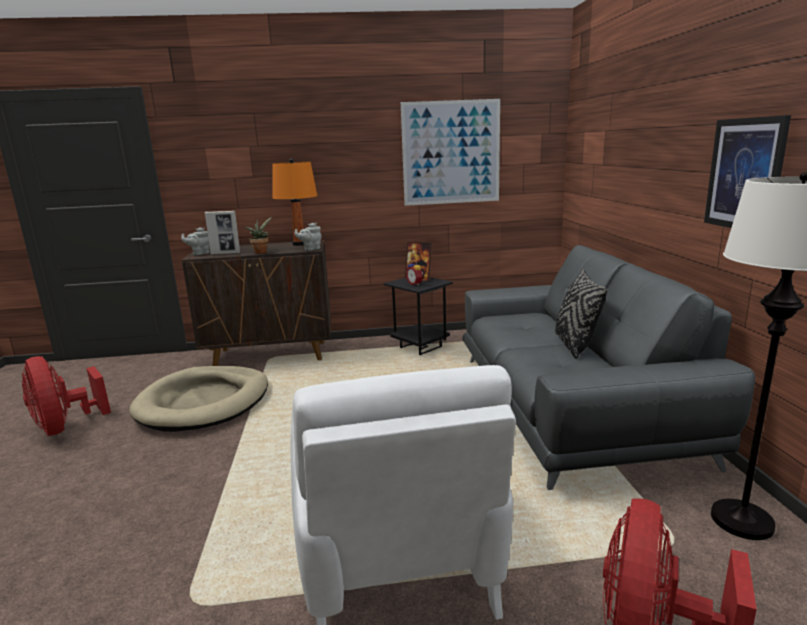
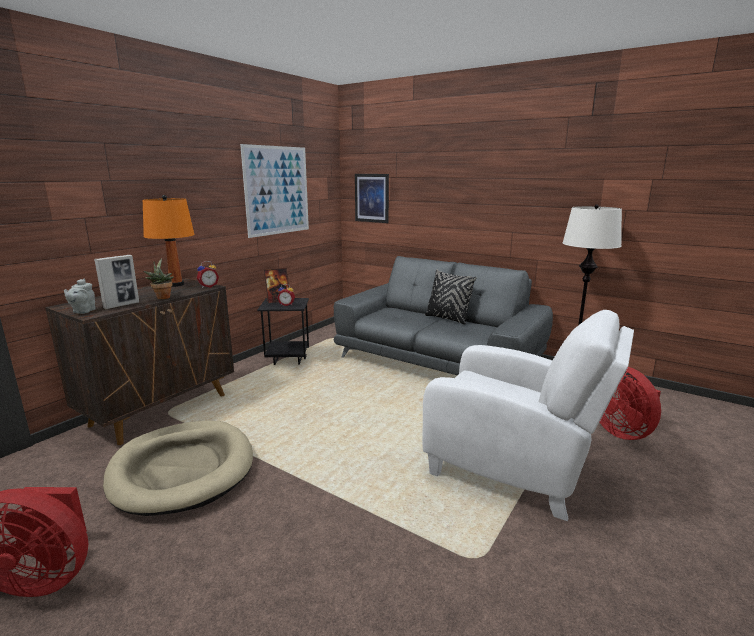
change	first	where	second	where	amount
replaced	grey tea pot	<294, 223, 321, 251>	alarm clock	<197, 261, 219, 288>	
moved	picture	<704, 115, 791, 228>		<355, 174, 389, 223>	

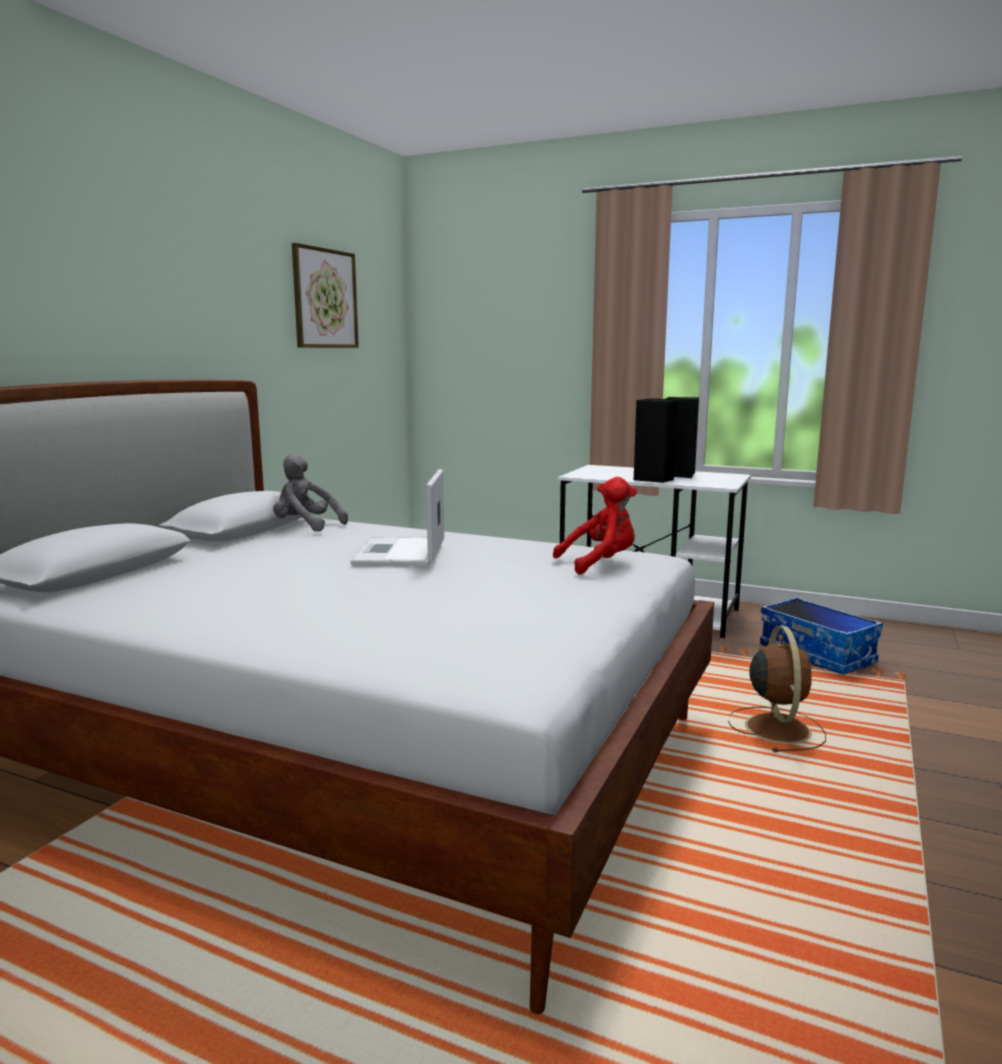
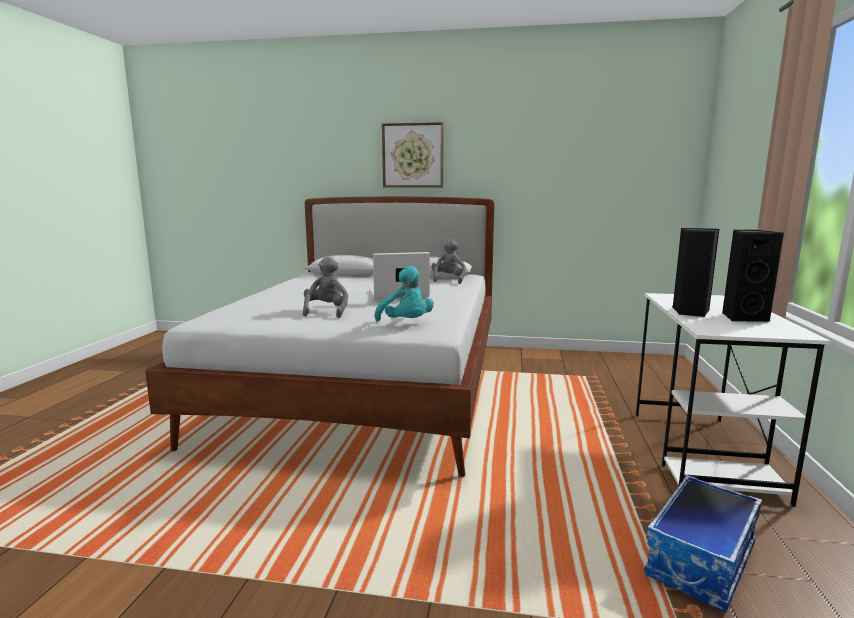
change	first	where	second	where	amount
added			grey soft toy	<303, 257, 348, 318>	
recoloured	reddish soft toy	<553, 477, 637, 575>	turquoise-coloured soft toy	<374, 266, 434, 322>	
moved	picture	<292, 243, 359, 348>		<382, 122, 444, 187>	
removed	brown fan	<728, 626, 826, 752>			

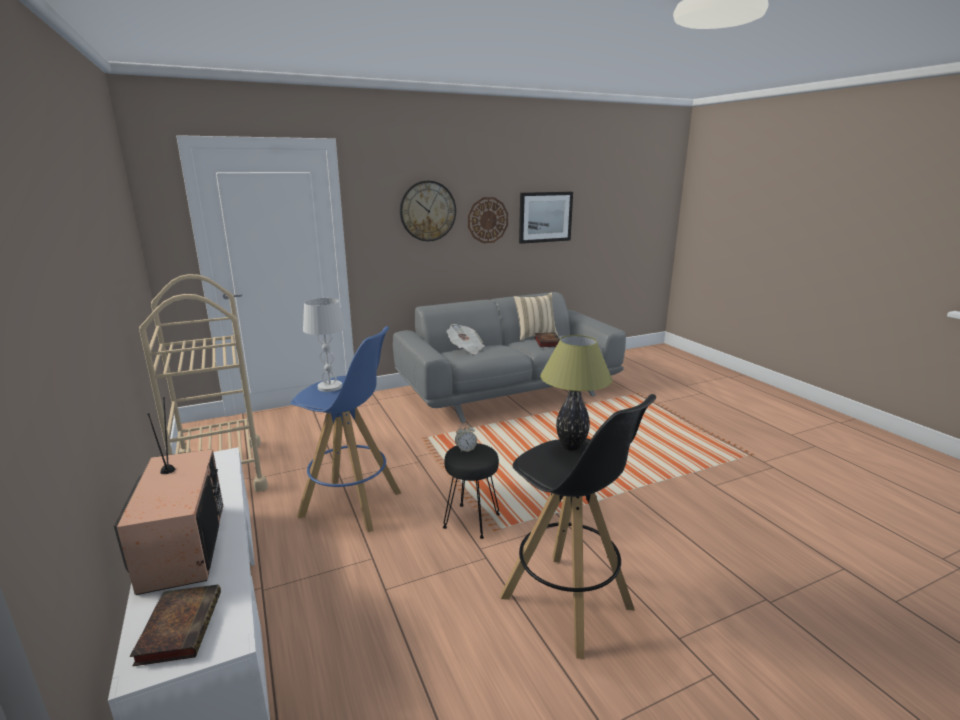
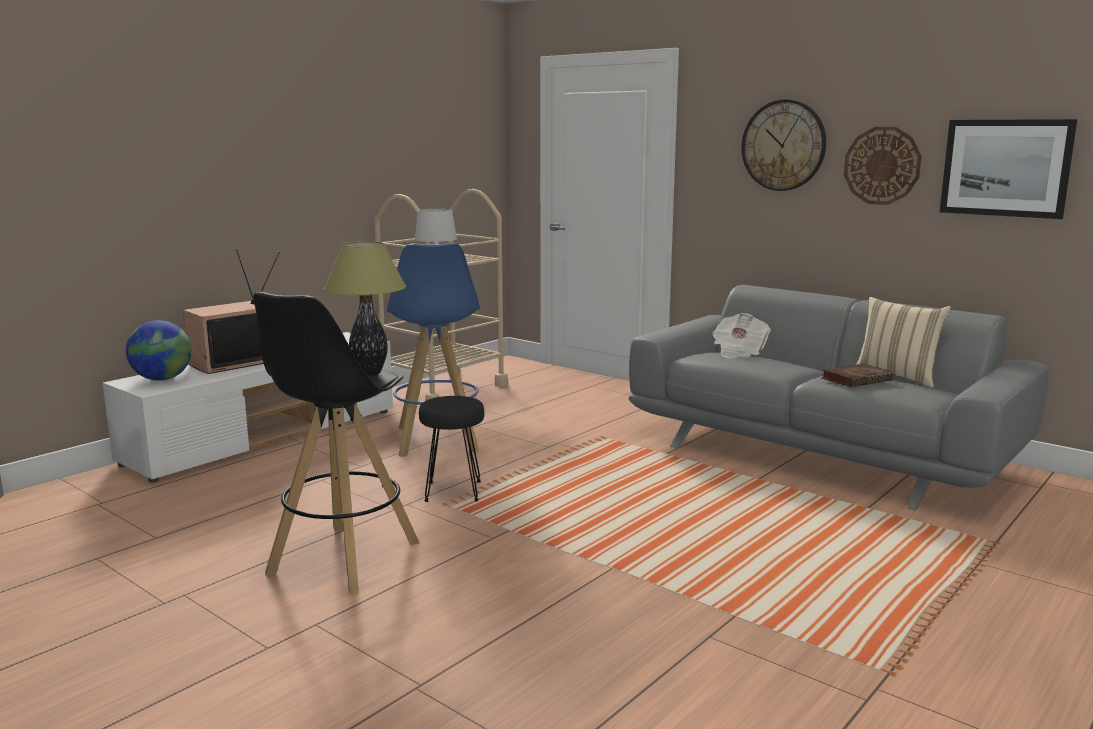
change	first	where	second	where	amount
replaced	volume	<130, 585, 221, 666>	world globe	<126, 320, 191, 381>	
removed	alarm clock	<455, 424, 477, 453>			

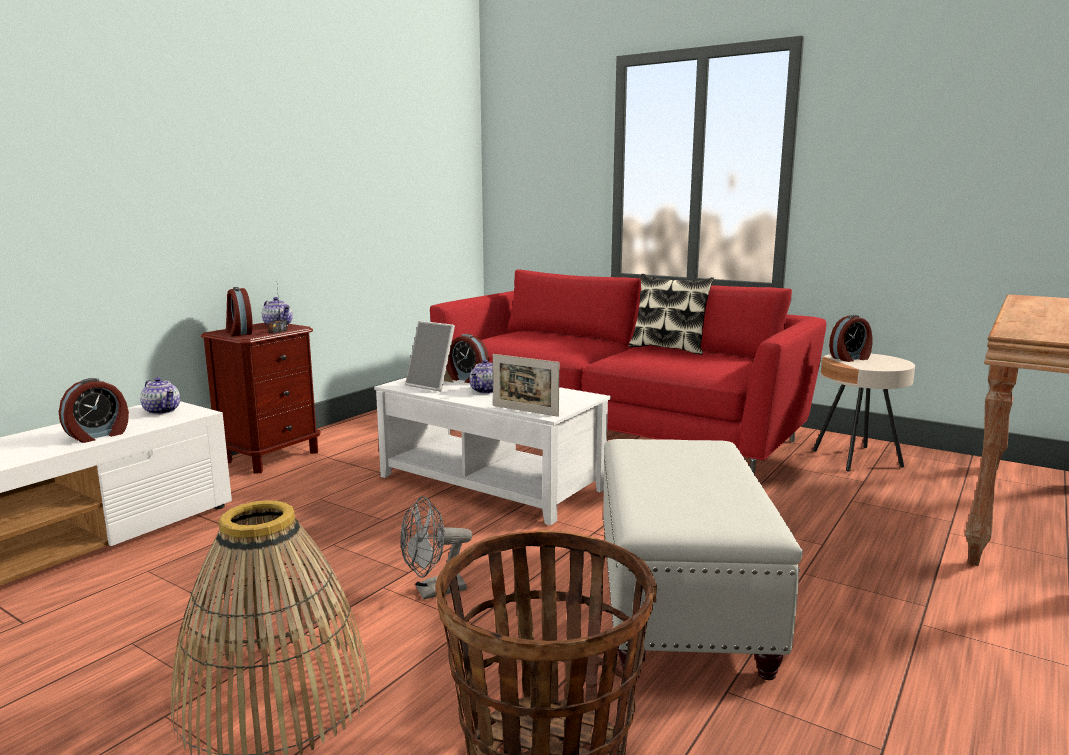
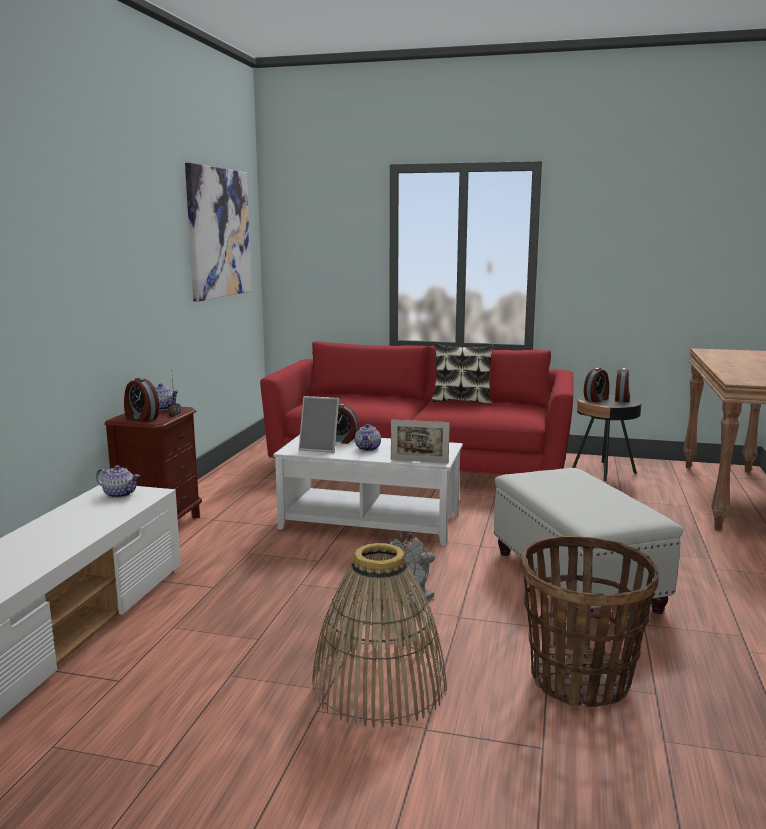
change	first	where	second	where	amount
added			picture	<185, 163, 252, 302>	
recoloured	beige end table	<813, 354, 915, 472>	black-coloured end table	<572, 394, 641, 481>	
moved	alarm clock	<59, 378, 129, 443>		<615, 368, 630, 402>	

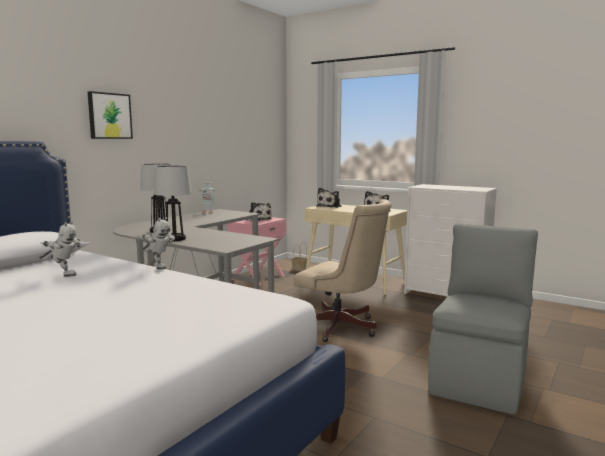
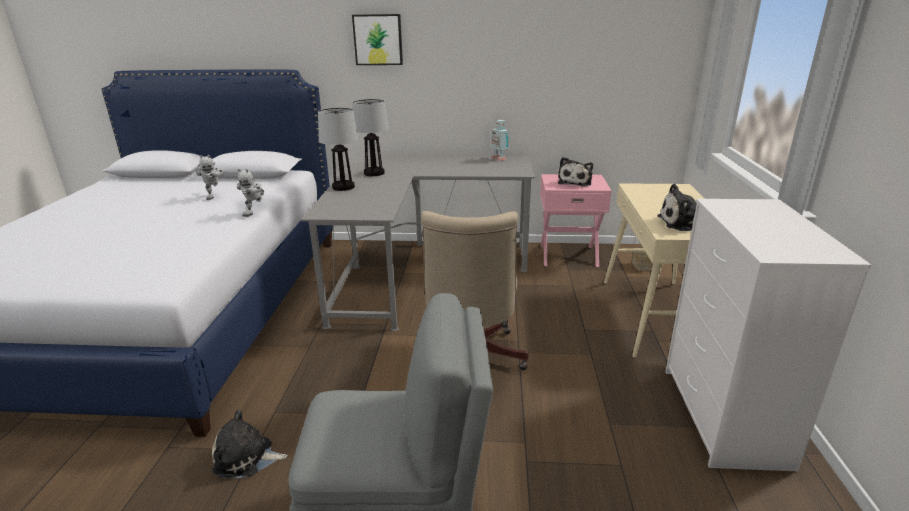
change	first	where	second	where	amount
moved	soft toy	<316, 188, 342, 208>		<212, 409, 287, 478>	

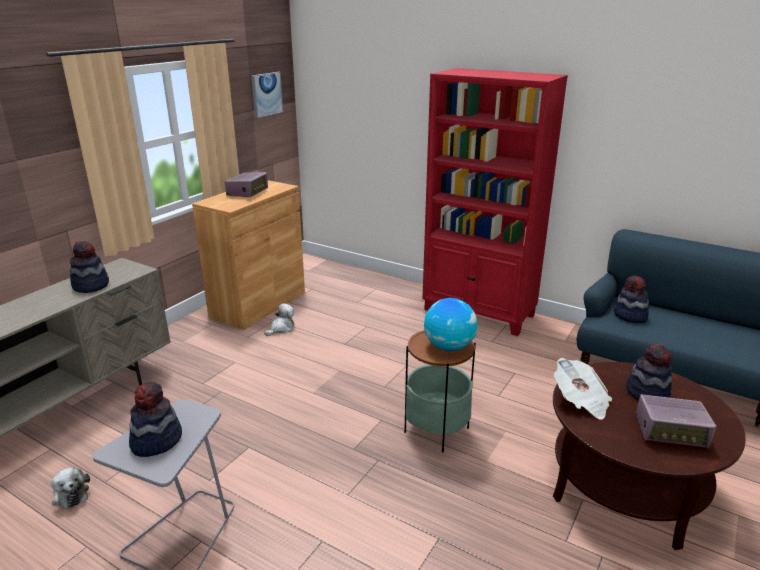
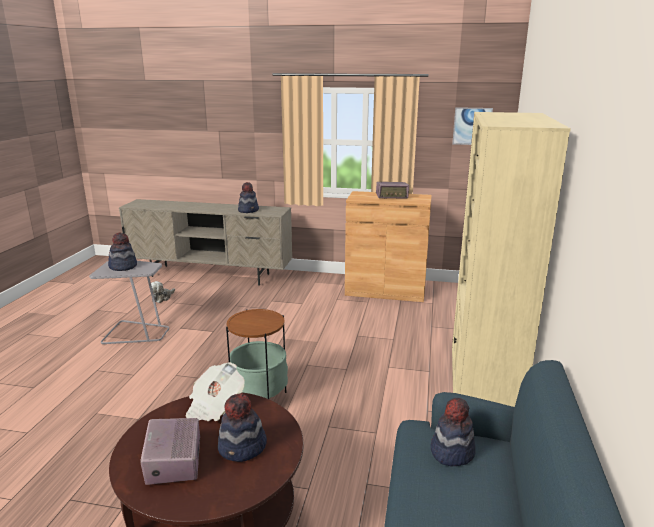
change	first	where	second	where	amount
recoloured	reddish bookshelf	<422, 68, 568, 336>	beige bookshelf	<452, 112, 571, 407>	
removed	soft toy	<264, 303, 294, 336>			
removed	world globe	<424, 298, 477, 351>			

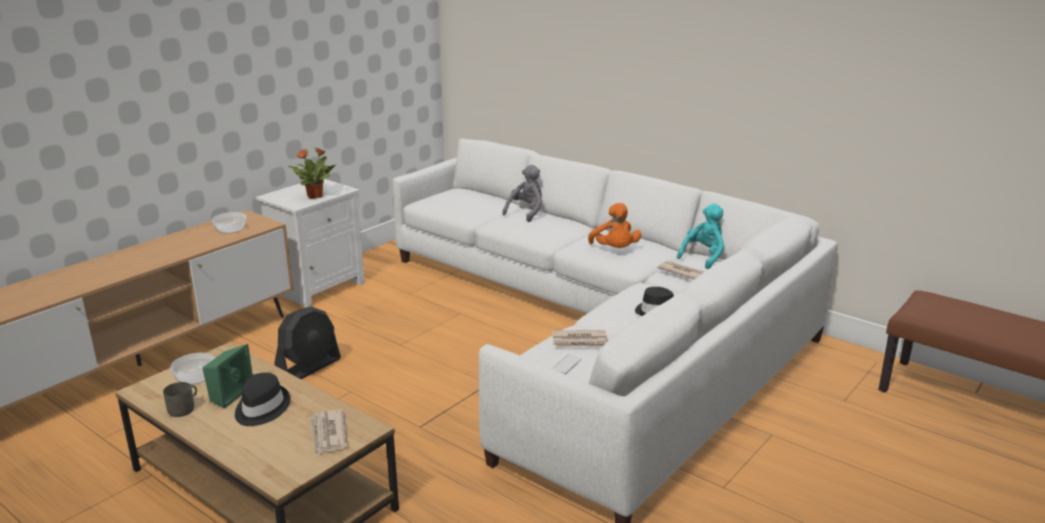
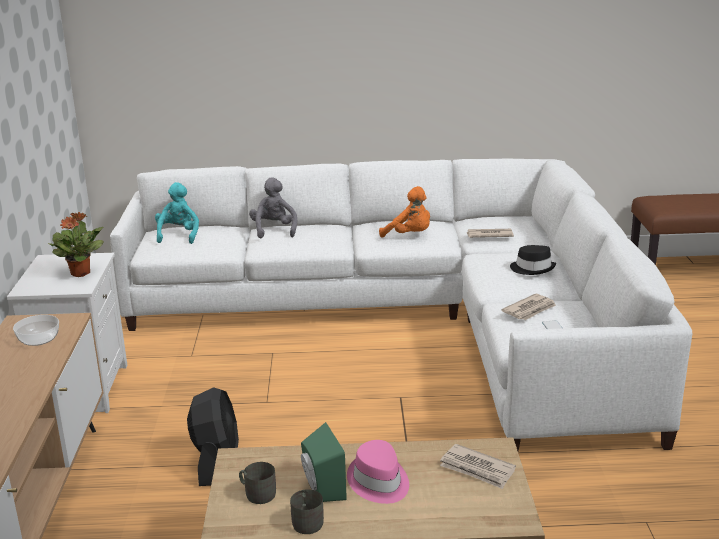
change	first	where	second	where	amount
moved	turquoise-coloured soft toy	<677, 203, 724, 269>		<155, 182, 199, 244>	
replaced	bowl	<170, 353, 215, 385>	grey mug	<239, 462, 276, 504>	
recoloured	black-coloured wearable hat	<235, 373, 290, 426>	pinkish wearable hat	<347, 440, 409, 504>	

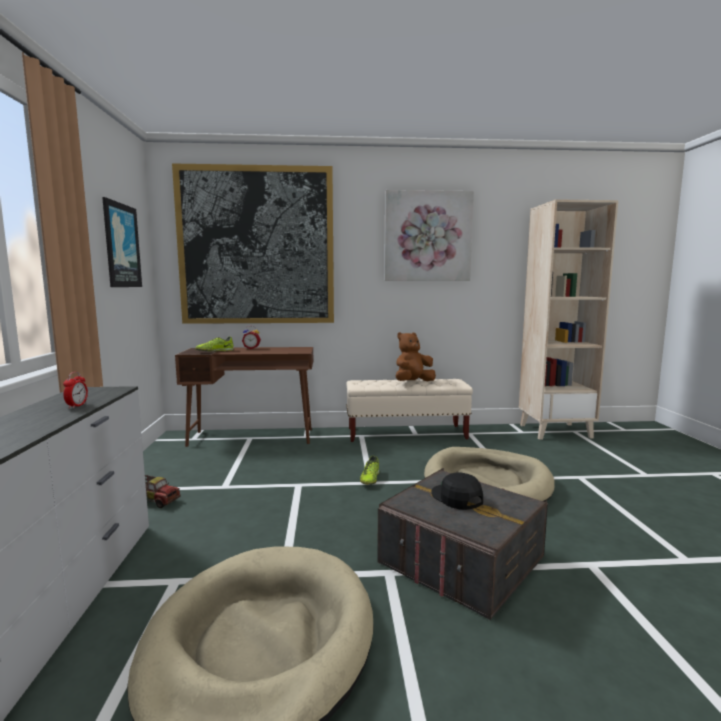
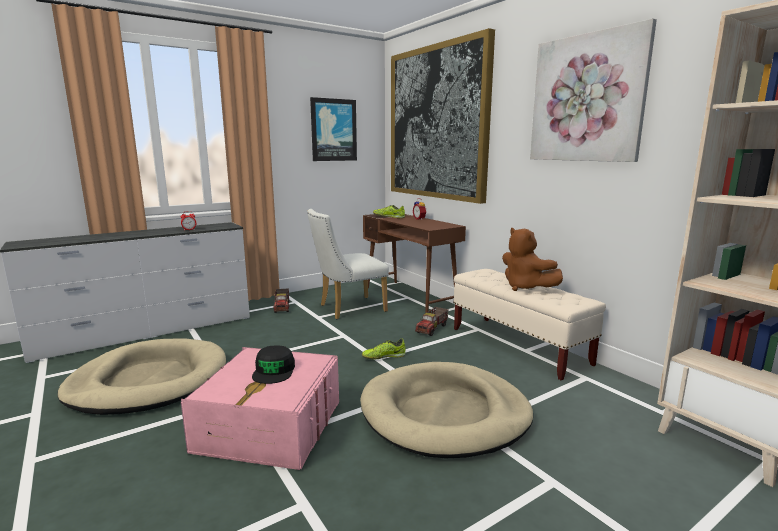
change	first	where	second	where	amount
recoloured	grey storage bin	<377, 468, 548, 620>	pinkish storage bin	<181, 347, 339, 470>	
turned	black-coloured baseball cap	<431, 473, 483, 510>		<252, 345, 295, 384>	150 degrees clockwise
added			white-coloured plain chair	<307, 209, 389, 319>	
added			model truck	<415, 307, 449, 336>	
turned	brown soft toy	<396, 332, 436, 381>		<502, 228, 563, 291>	150 degrees counterclockwise

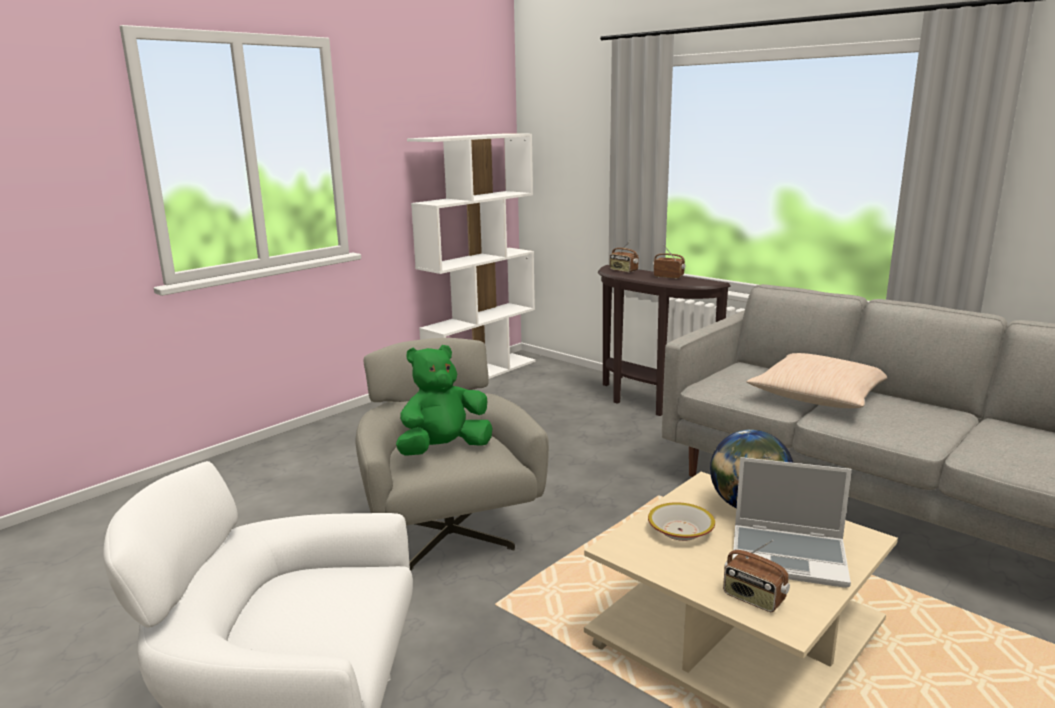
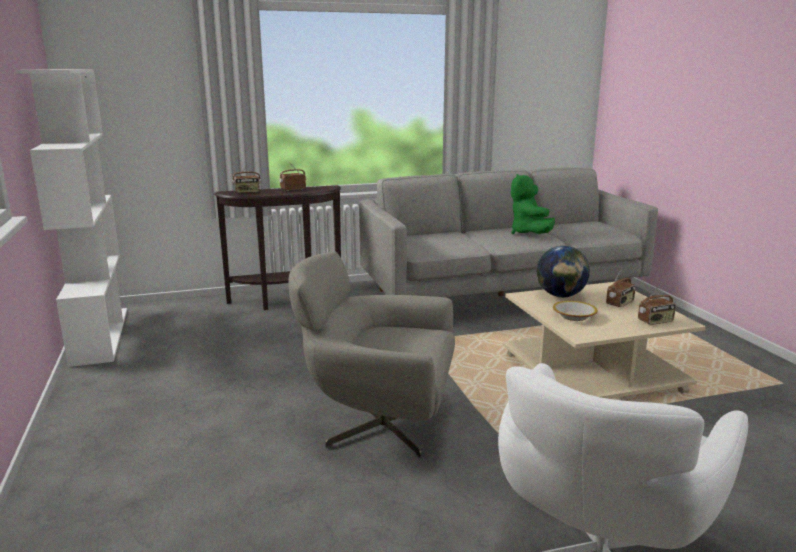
change	first	where	second	where	amount
moved	green-coloured soft toy	<396, 345, 493, 456>		<511, 174, 555, 234>	
replaced	portable computer	<733, 457, 852, 588>	radio	<606, 268, 636, 307>	
removed	beige cushion	<747, 353, 887, 408>			

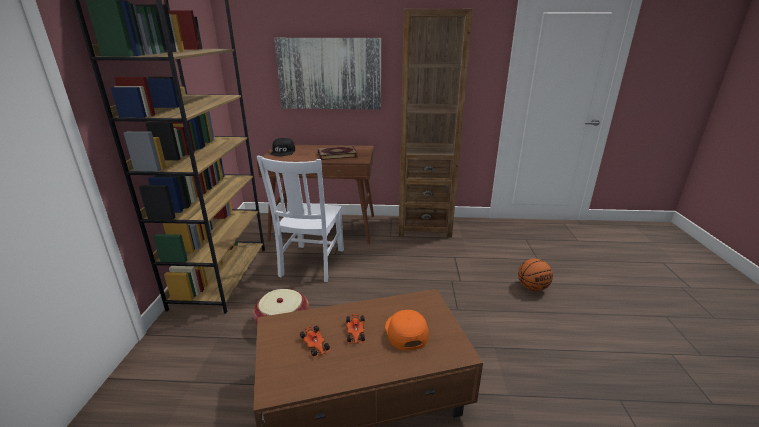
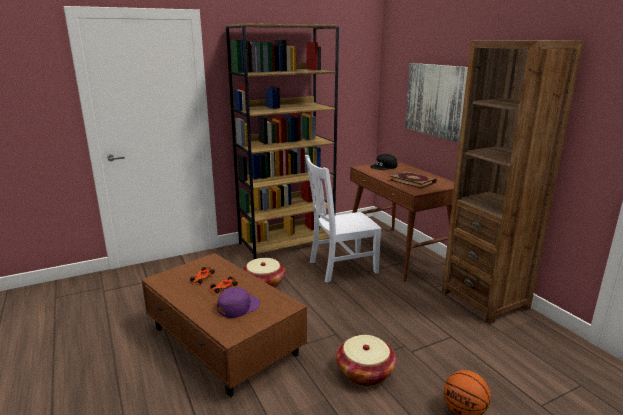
change	first	where	second	where	amount
recoloured	orange baseball cap	<385, 310, 429, 350>	purplish baseball cap	<217, 287, 260, 318>	
added			household basket	<336, 335, 396, 386>	

